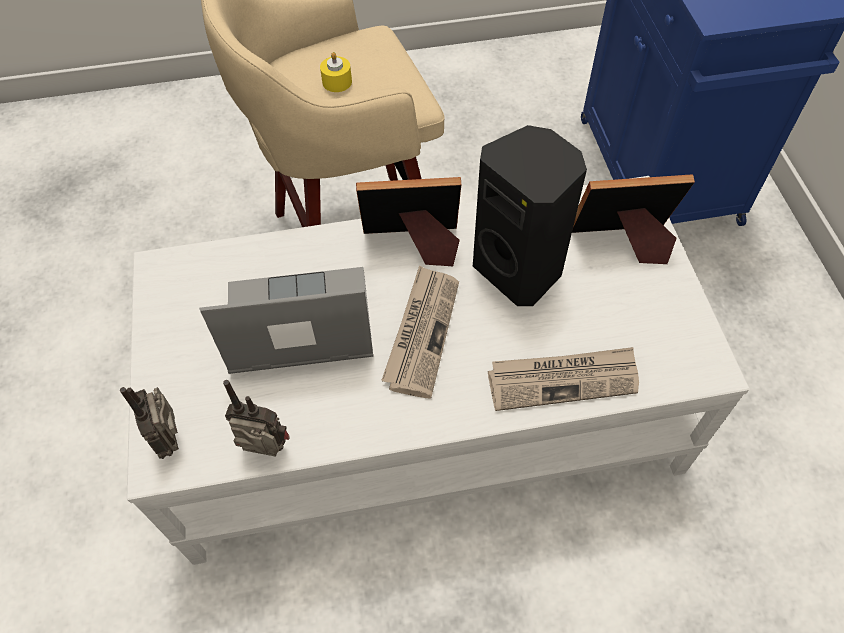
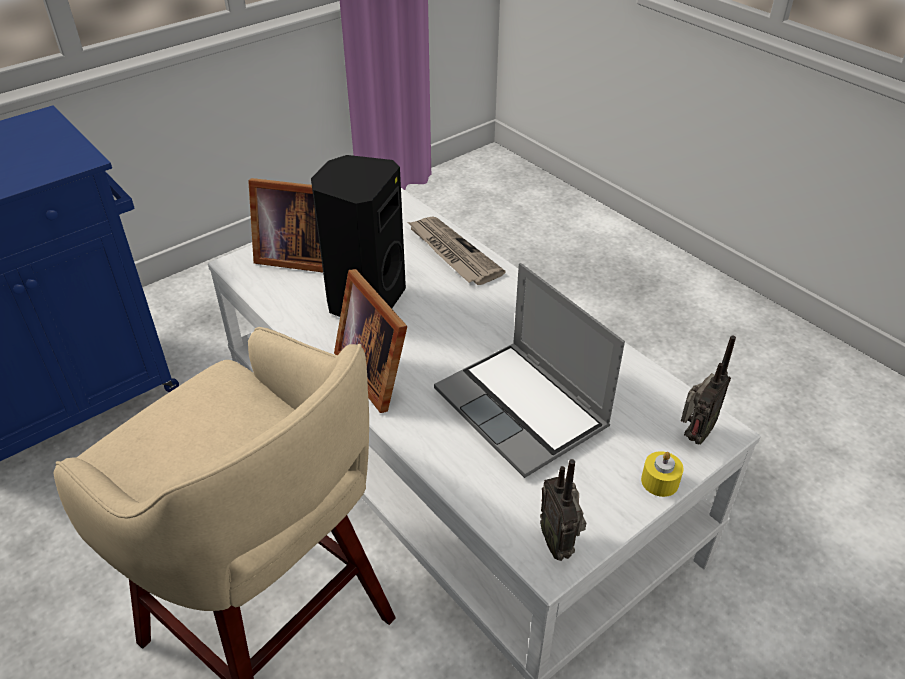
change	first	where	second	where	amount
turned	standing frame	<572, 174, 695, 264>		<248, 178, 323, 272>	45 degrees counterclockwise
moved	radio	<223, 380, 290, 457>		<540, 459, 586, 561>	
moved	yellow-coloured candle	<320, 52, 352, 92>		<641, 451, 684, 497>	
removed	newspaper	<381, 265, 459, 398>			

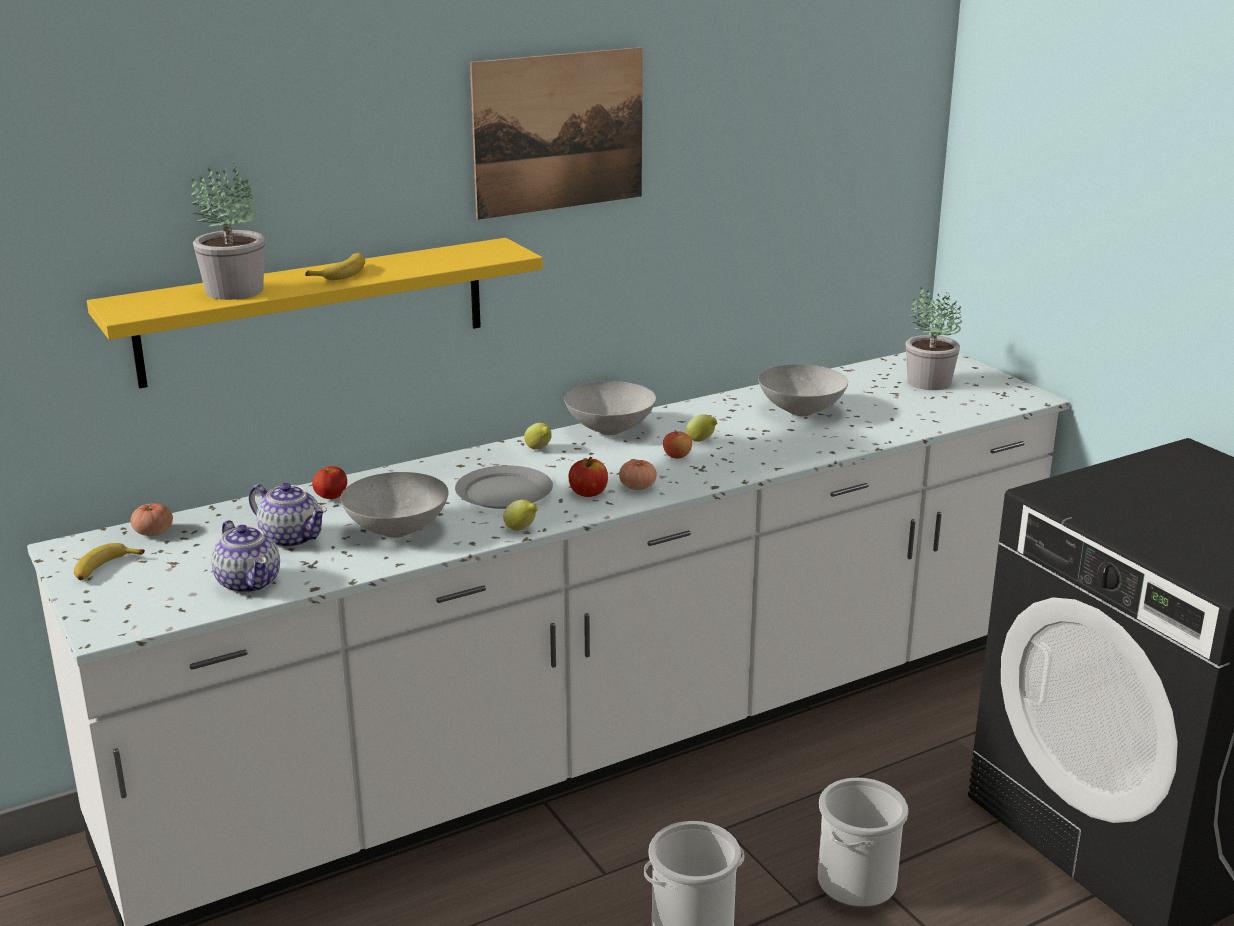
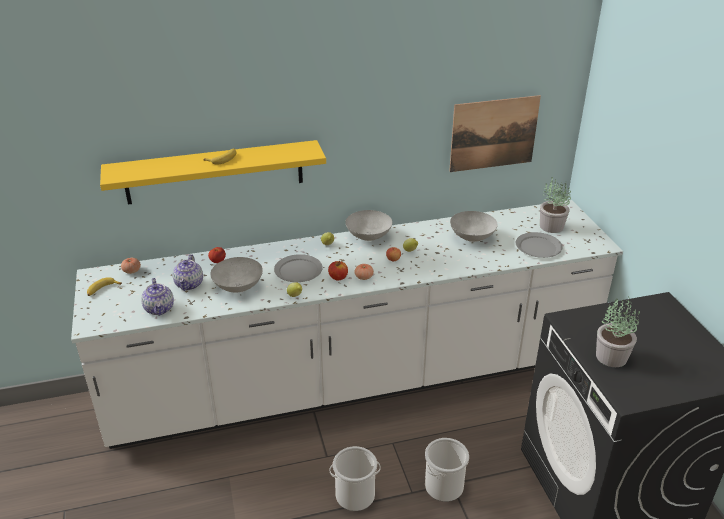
change	first	where	second	where	amount
turned	tea pot	<249, 483, 327, 548>		<173, 254, 203, 291>	45 degrees clockwise
moved	picture	<470, 47, 643, 220>		<449, 95, 541, 172>	
added			grey flat dish	<516, 232, 563, 258>	
moved	houseplant	<191, 162, 265, 300>		<596, 296, 640, 367>	

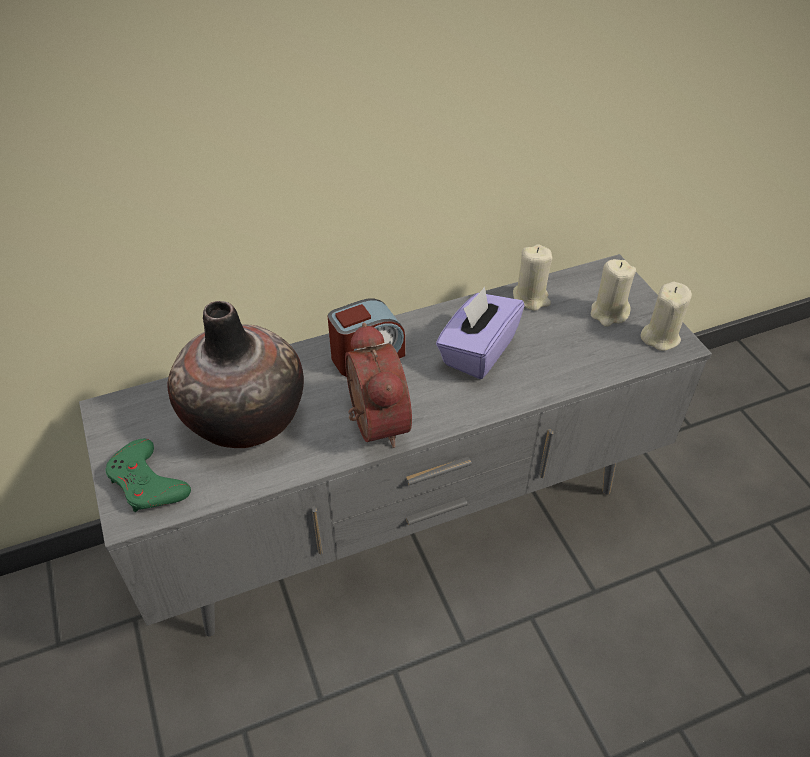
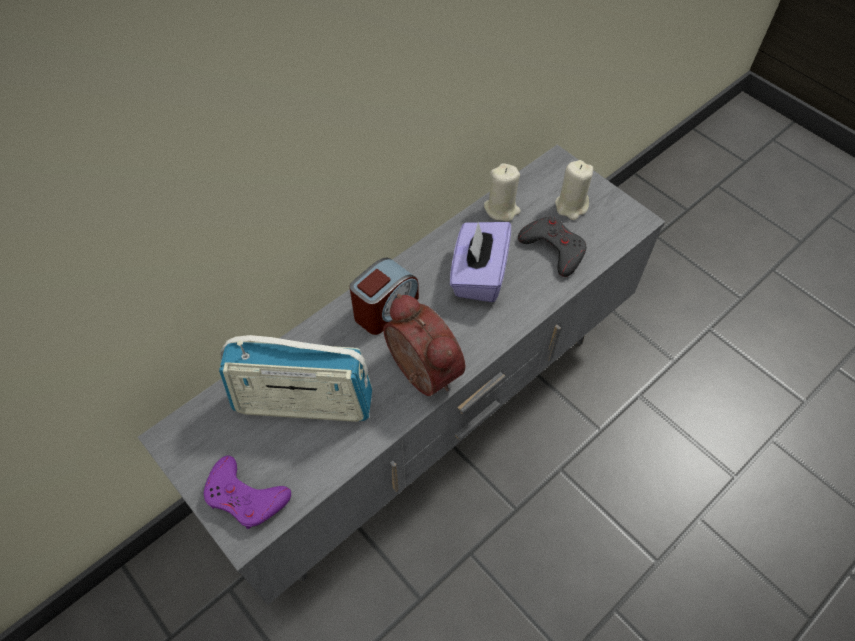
change	first	where	second	where	amount
recoloured	green-coloured gamepad	<106, 439, 191, 512>	purplish gamepad	<204, 456, 291, 529>	
replaced	flower vase	<168, 301, 304, 448>	radio	<219, 335, 372, 422>	
added			grey gamepad	<518, 217, 587, 277>	
removed	beige candle	<641, 282, 692, 351>			

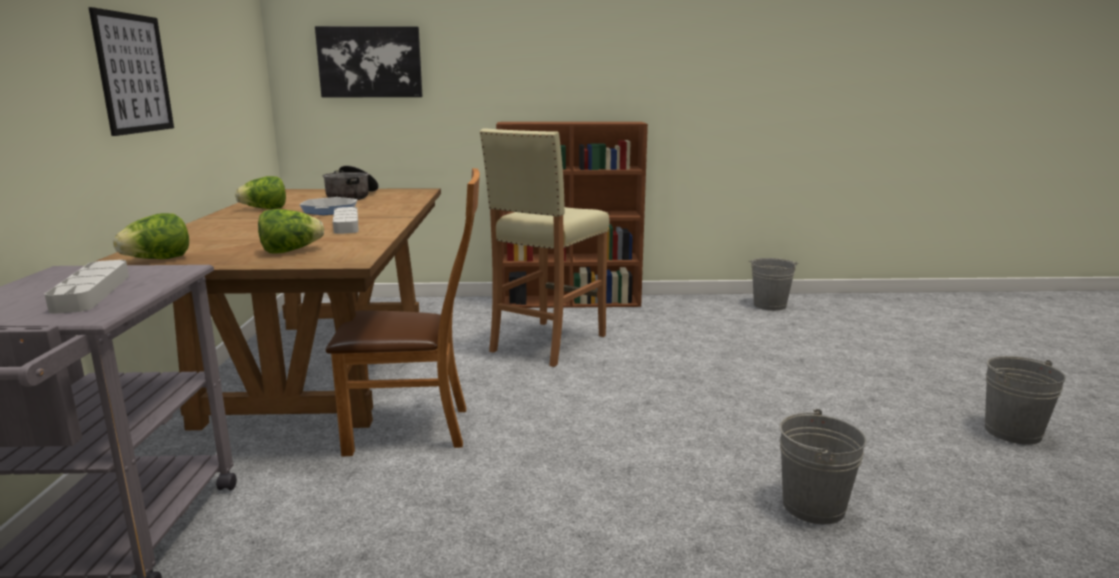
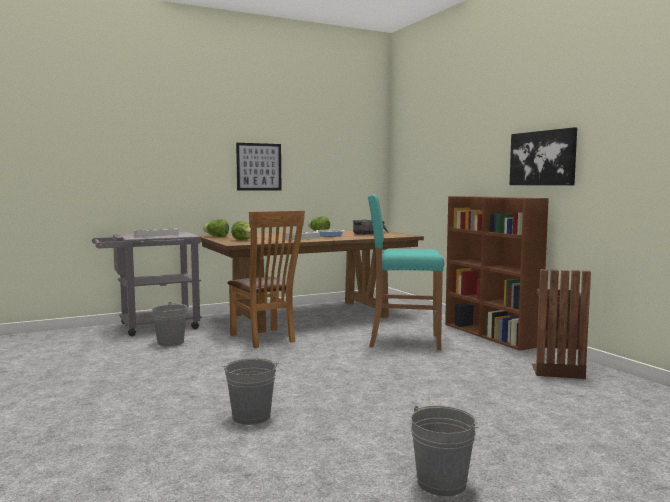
change	first	where	second	where	amount
moved	grey pail	<749, 258, 798, 311>		<152, 302, 187, 346>	
recoloured	beige sitting stool	<480, 128, 610, 367>	turquoise-coloured sitting stool	<368, 194, 444, 350>	
moved	picture	<315, 26, 423, 97>		<510, 127, 577, 185>	
added			brown rubbish bin	<531, 269, 591, 379>	

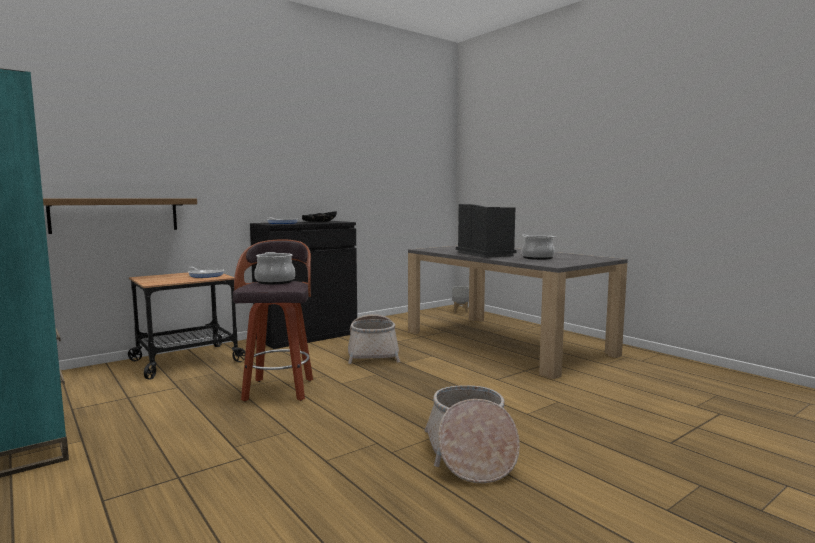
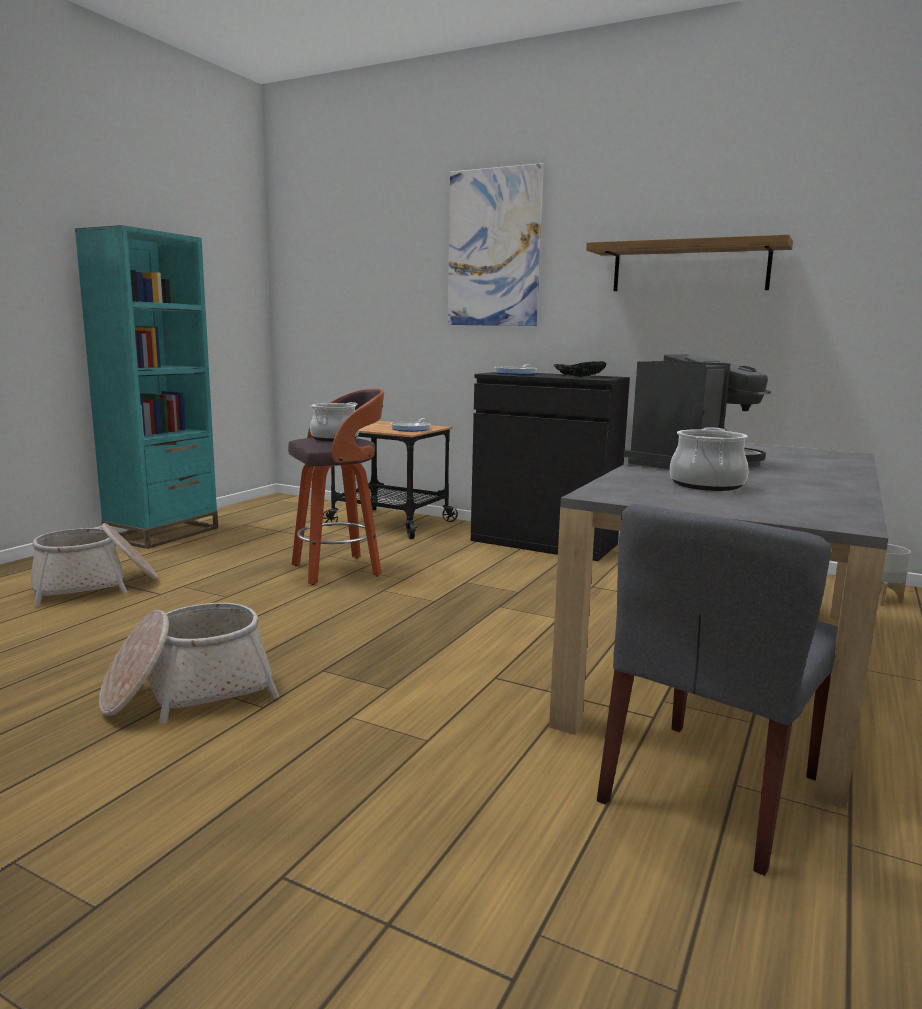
change	first	where	second	where	amount
moved	household basket	<348, 314, 400, 364>		<31, 523, 158, 606>	
added			picture	<448, 163, 544, 326>	
moved	shelf	<43, 199, 197, 234>		<586, 234, 793, 291>	
added			grey plain chair	<597, 504, 838, 876>	

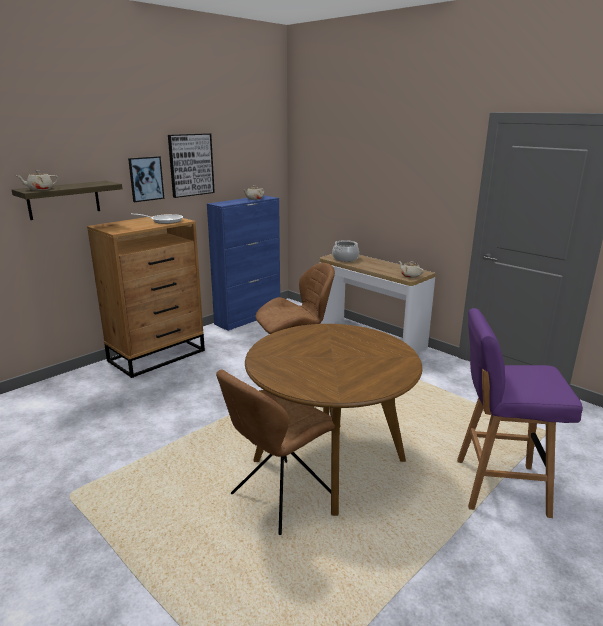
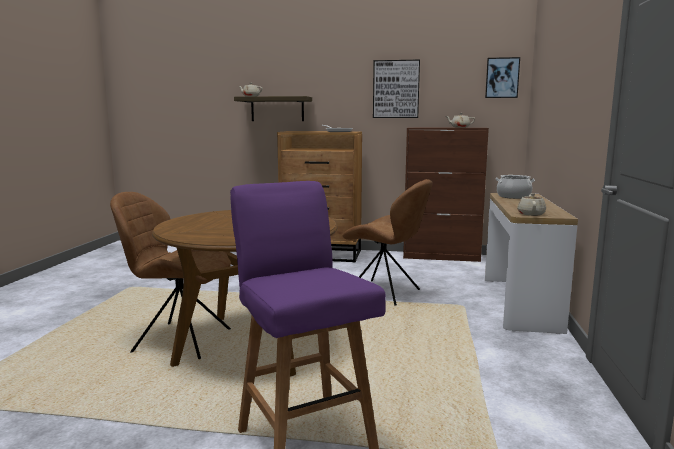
change	first	where	second	where	amount
recoloured	bluish storage cabinet	<207, 195, 280, 331>	brown storage cabinet	<403, 127, 489, 262>	
moved	picture	<128, 156, 164, 202>		<485, 57, 520, 98>	

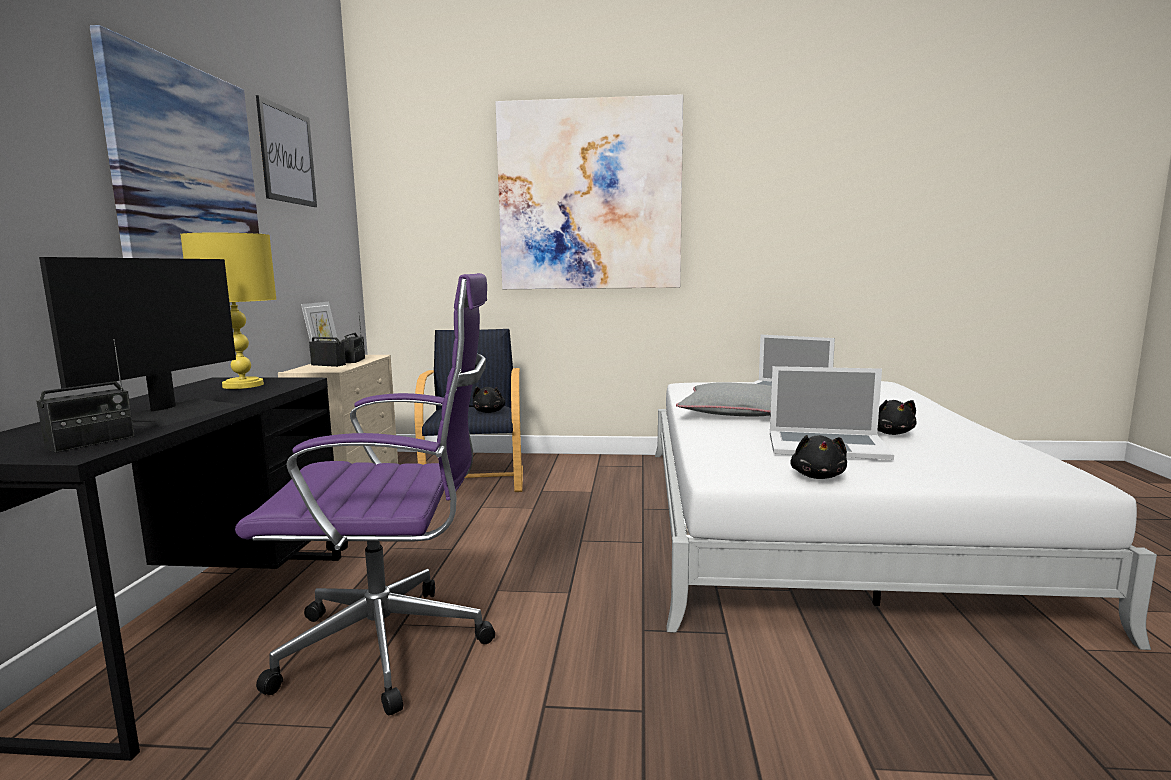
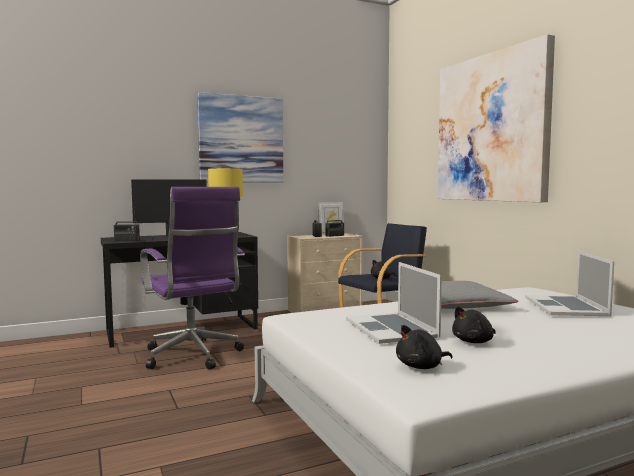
change	first	where	second	where	amount
moved	black-coloured soft toy	<790, 435, 847, 479>		<396, 325, 453, 369>	
removed	picture	<256, 95, 317, 207>			

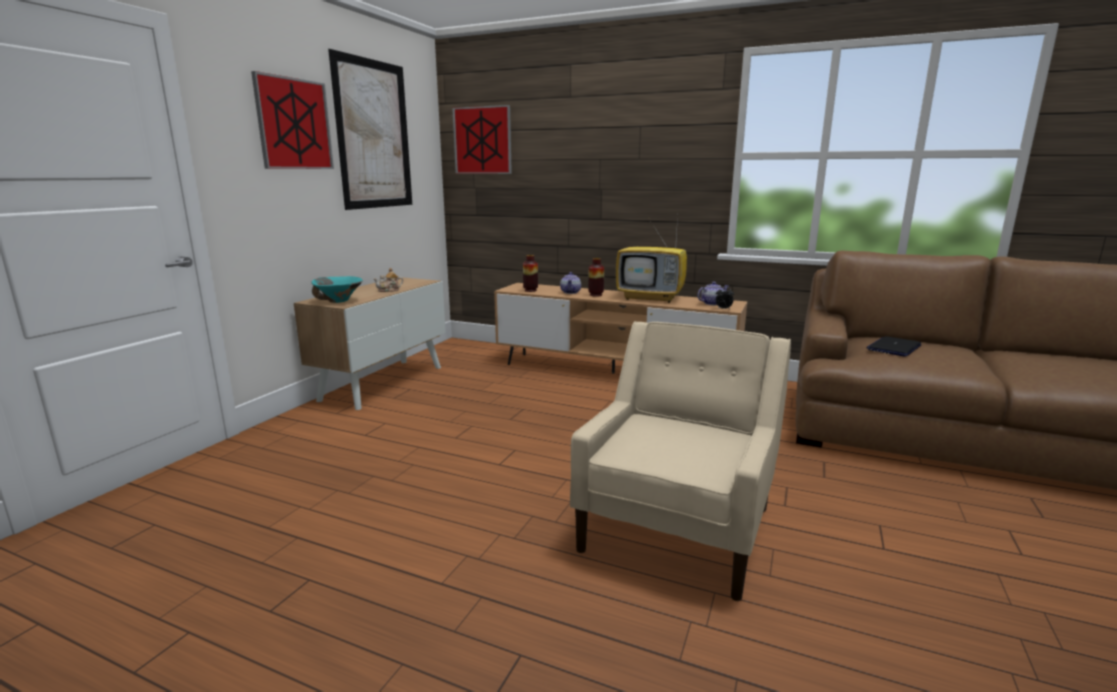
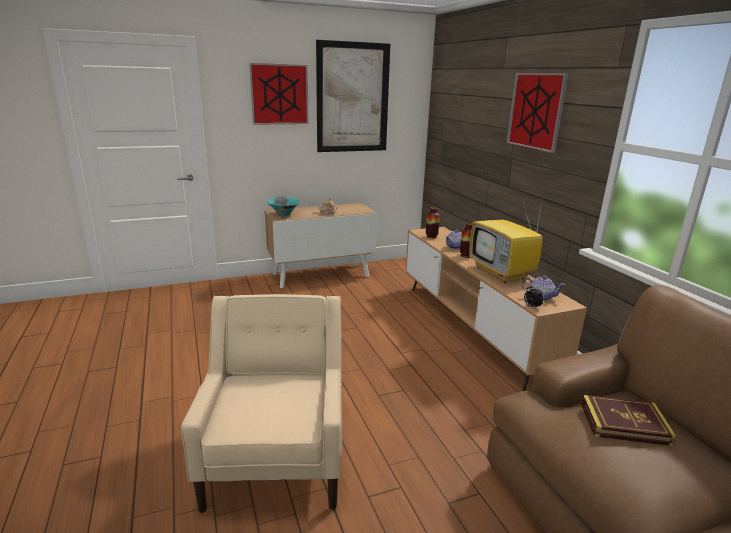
change	first	where	second	where	amount
turned	beige lounge chair	<570, 321, 791, 601>		<181, 294, 342, 513>	75 degrees counterclockwise
moved	picture	<452, 105, 512, 174>		<507, 73, 568, 153>	
replaced	portable computer	<866, 336, 922, 357>	volume	<581, 395, 676, 446>	

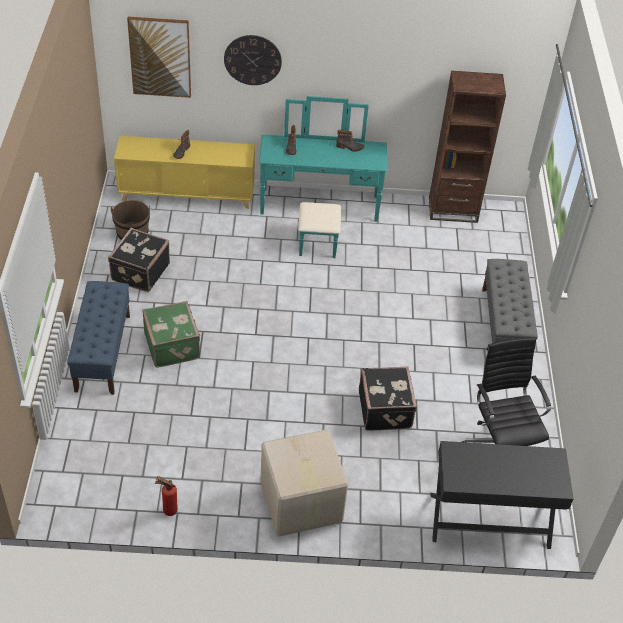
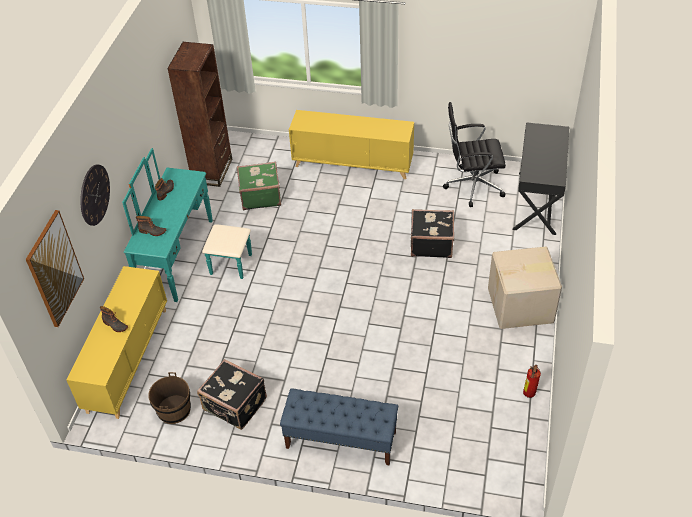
change	first	where	second	where	amount
moved	green-coloured suitcase	<142, 301, 200, 368>		<237, 161, 281, 210>	
replaced	grey bench	<482, 259, 538, 343>	yellow-coloured storage cabinet	<289, 110, 414, 179>	

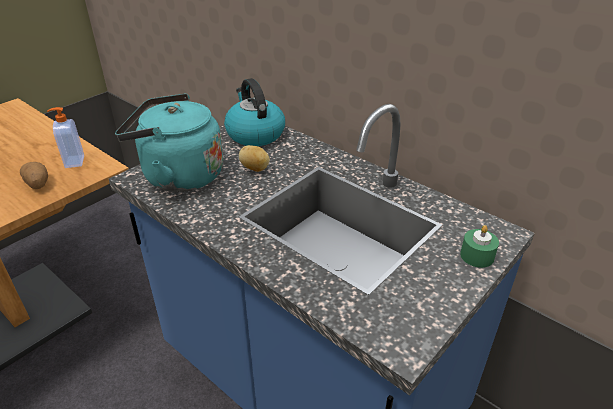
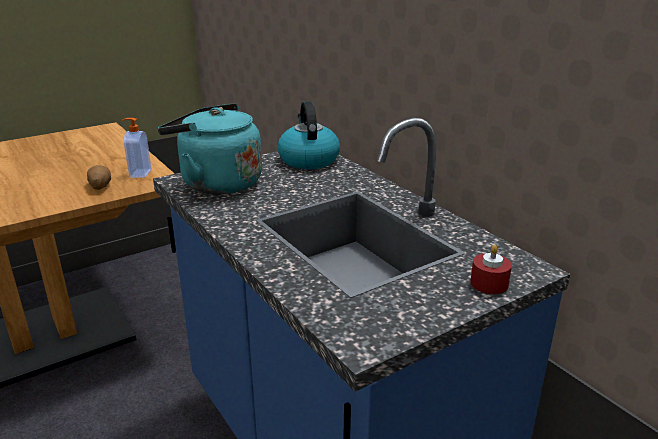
change	first	where	second	where	amount
recoloured	green-coloured candle	<460, 225, 499, 268>	reddish candle	<470, 245, 512, 294>	
removed	spud	<239, 145, 270, 172>			

